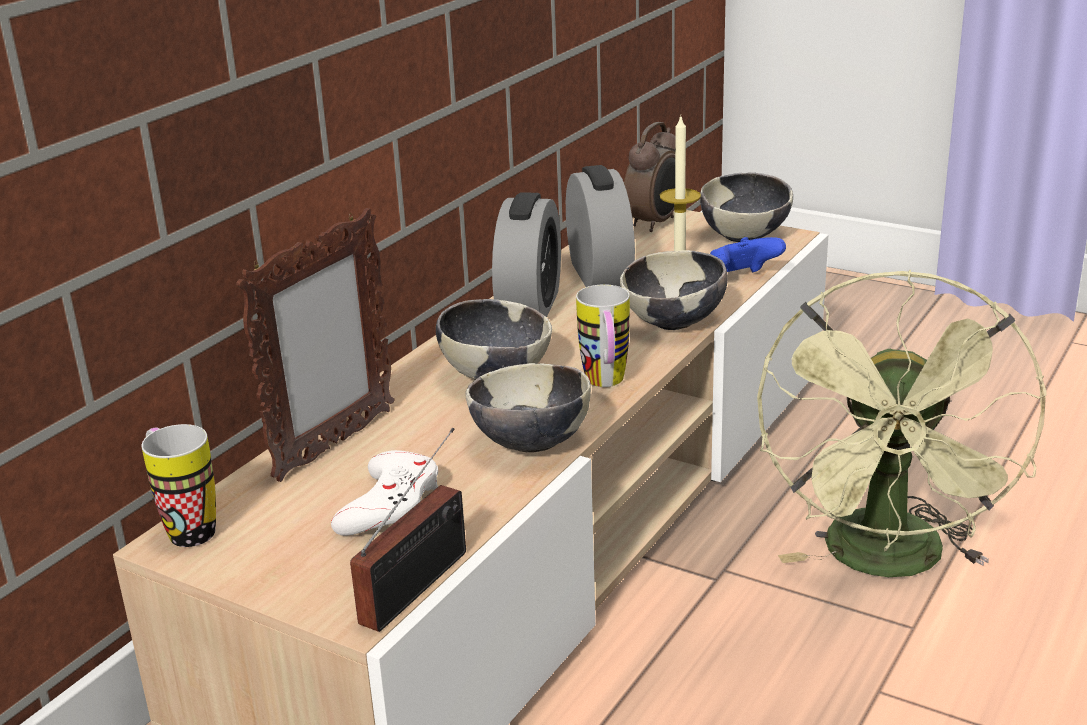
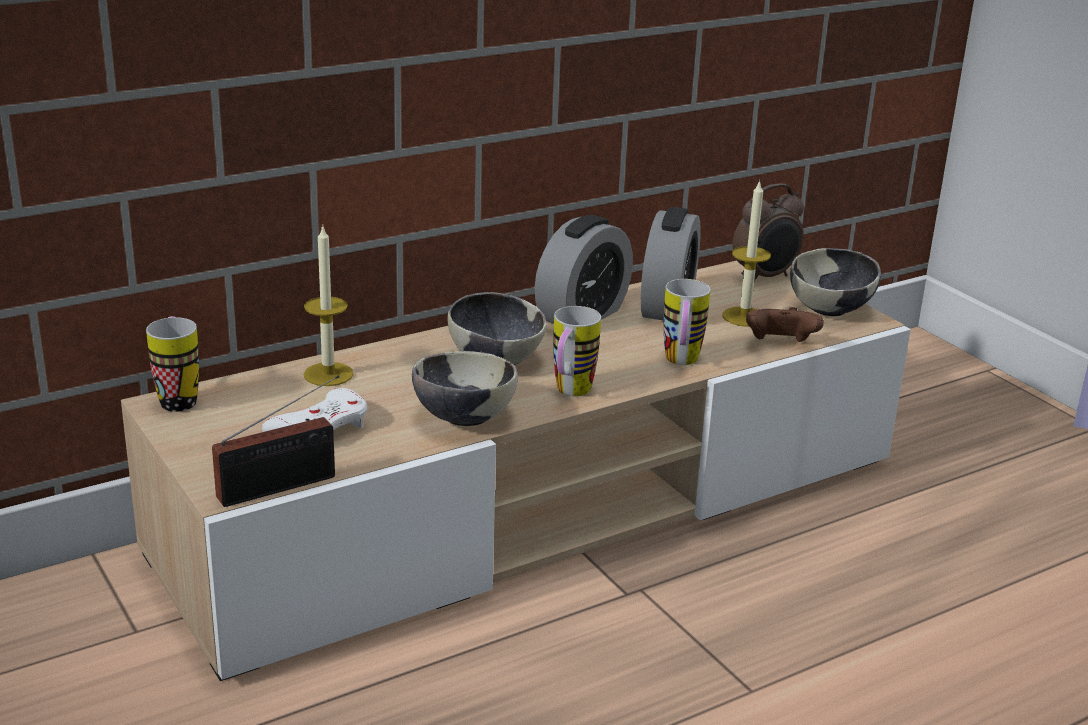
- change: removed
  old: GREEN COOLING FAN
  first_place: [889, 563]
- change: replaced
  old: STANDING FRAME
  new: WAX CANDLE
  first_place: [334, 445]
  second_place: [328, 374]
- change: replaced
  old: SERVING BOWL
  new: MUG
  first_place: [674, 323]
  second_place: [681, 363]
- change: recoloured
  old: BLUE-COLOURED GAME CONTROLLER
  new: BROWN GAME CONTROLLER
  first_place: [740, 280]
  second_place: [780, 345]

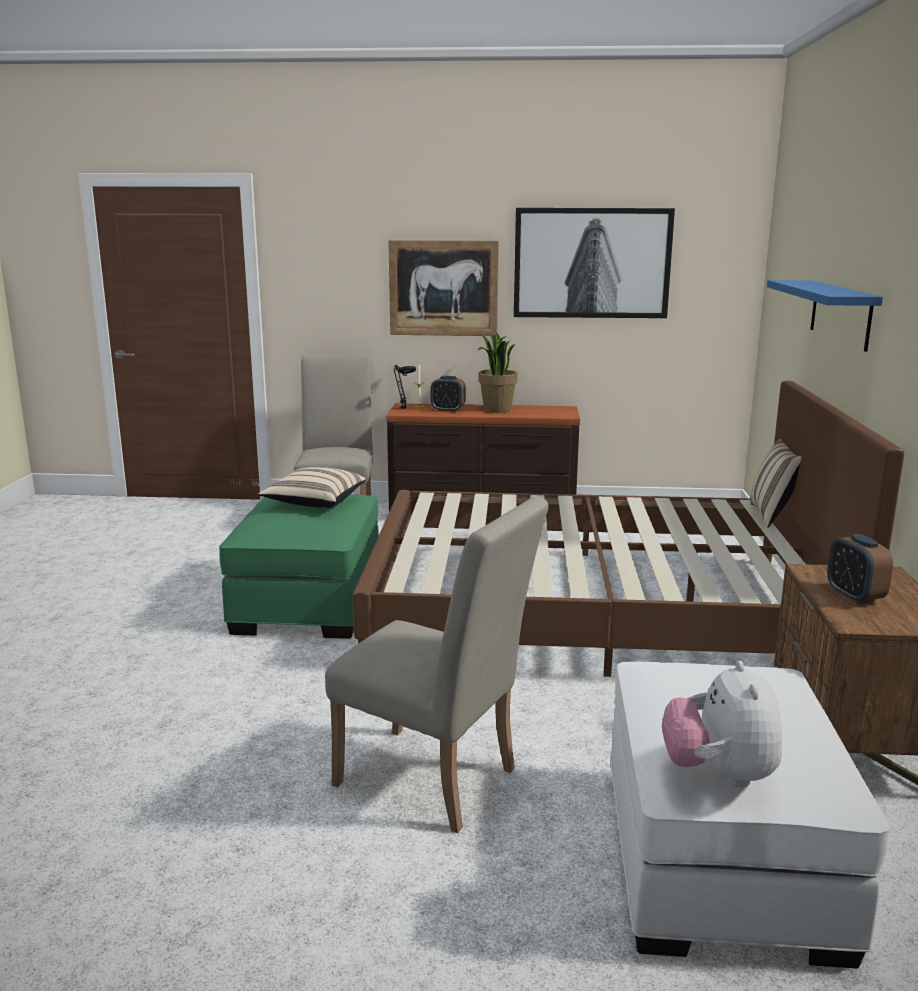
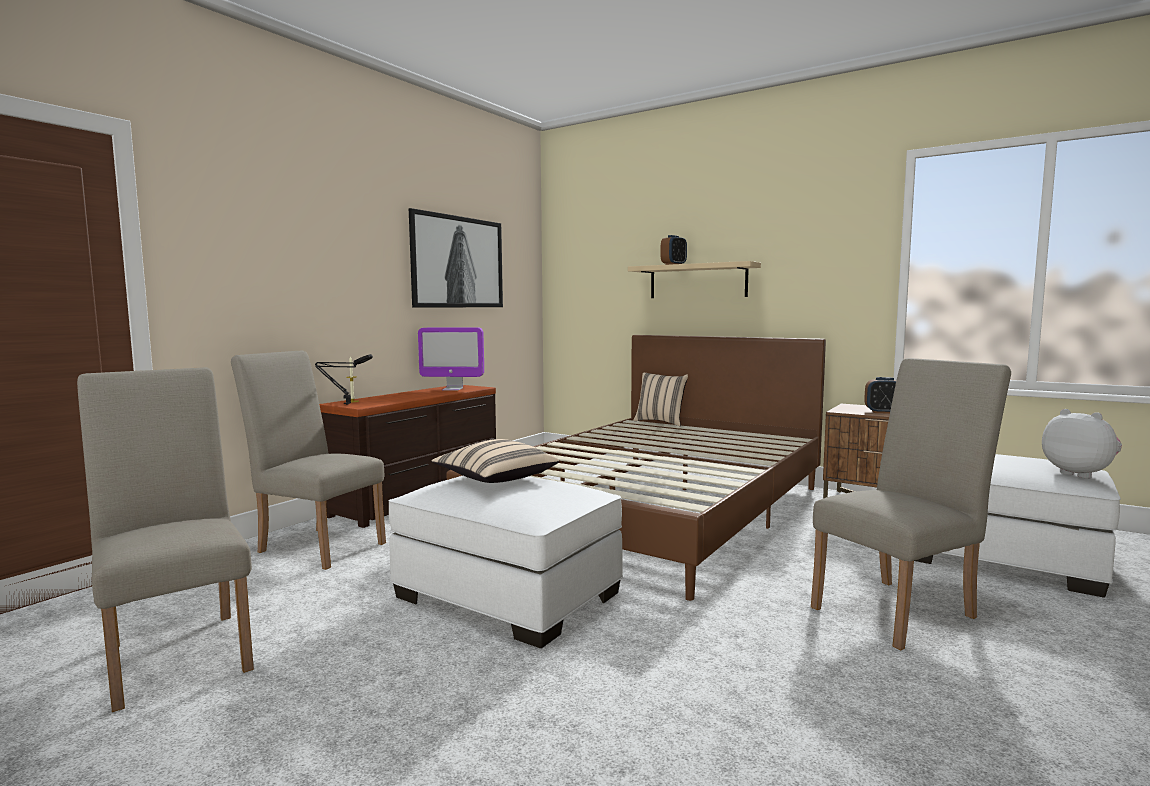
- change: removed
  old: PICTURE
  first_place: [443, 288]
- change: removed
  old: POTTED PLANT
  first_place: [496, 410]
- change: added
  new: BEIGE-COLOURED UPRIGHT CHAIR
  second_place: [179, 651]
- change: added
  new: MONITOR
  second_place: [452, 389]
- change: moved
  old: BEDSIDE CLOCK
  first_place: [448, 410]
  second_place: [673, 265]
- change: recoloured
  old: GREEN FOOTREST
  new: WHITE FOOTREST
  first_place: [308, 602]
  second_place: [509, 595]
- change: recoloured
  old: BLUE-COLOURED SHELF
  new: BEIGE-COLOURED SHELF
  first_place: [840, 313]
  second_place: [697, 281]
- change: turned
  old: SOFT TOY
  first_place: [719, 774]
  second_place: [1080, 474]
  degrees: -150

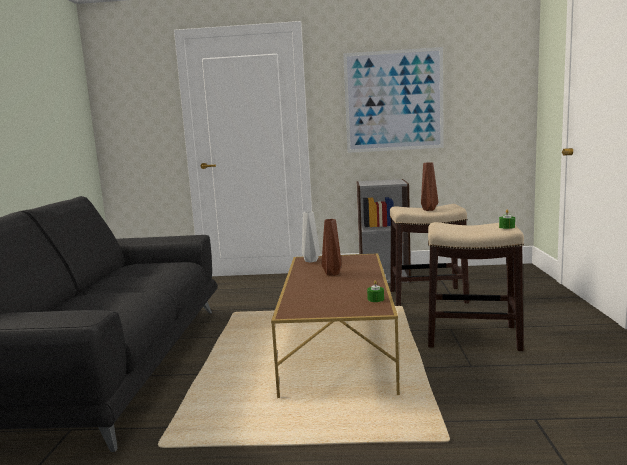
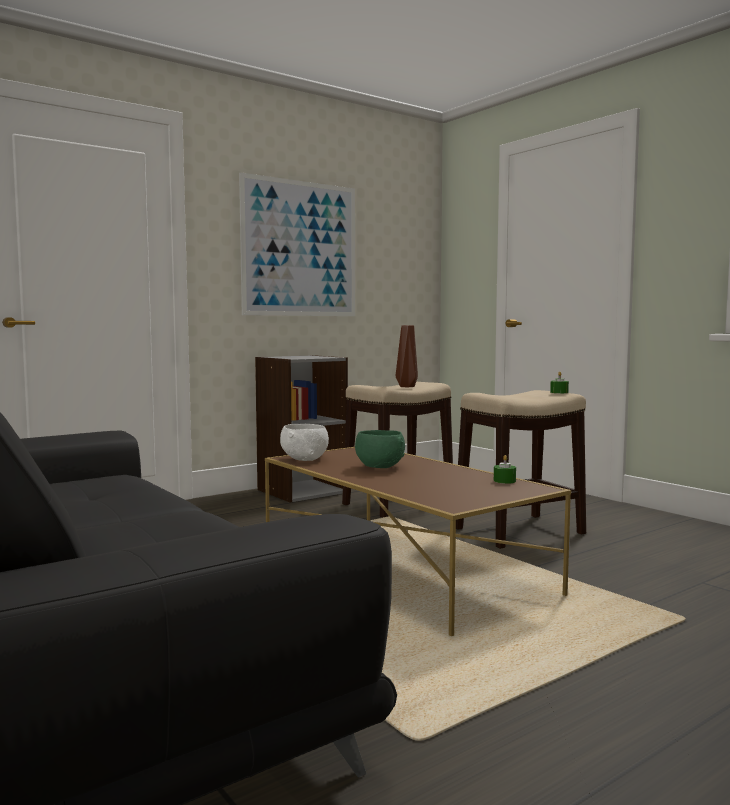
- change: replaced
  old: GREY DECORATIVE VASE
  new: WHITE SERVING BOWL
  first_place: [310, 261]
  second_place: [305, 459]
- change: replaced
  old: BROWN DECORATIVE VASE
  new: GREEN SERVING BOWL
  first_place: [333, 274]
  second_place: [379, 467]

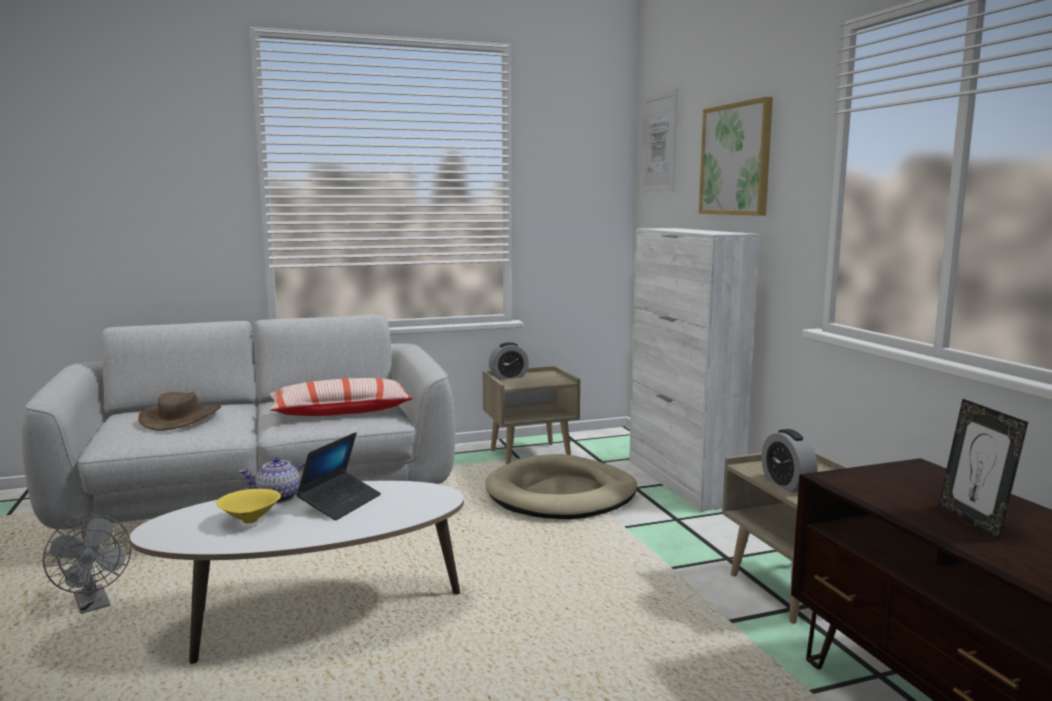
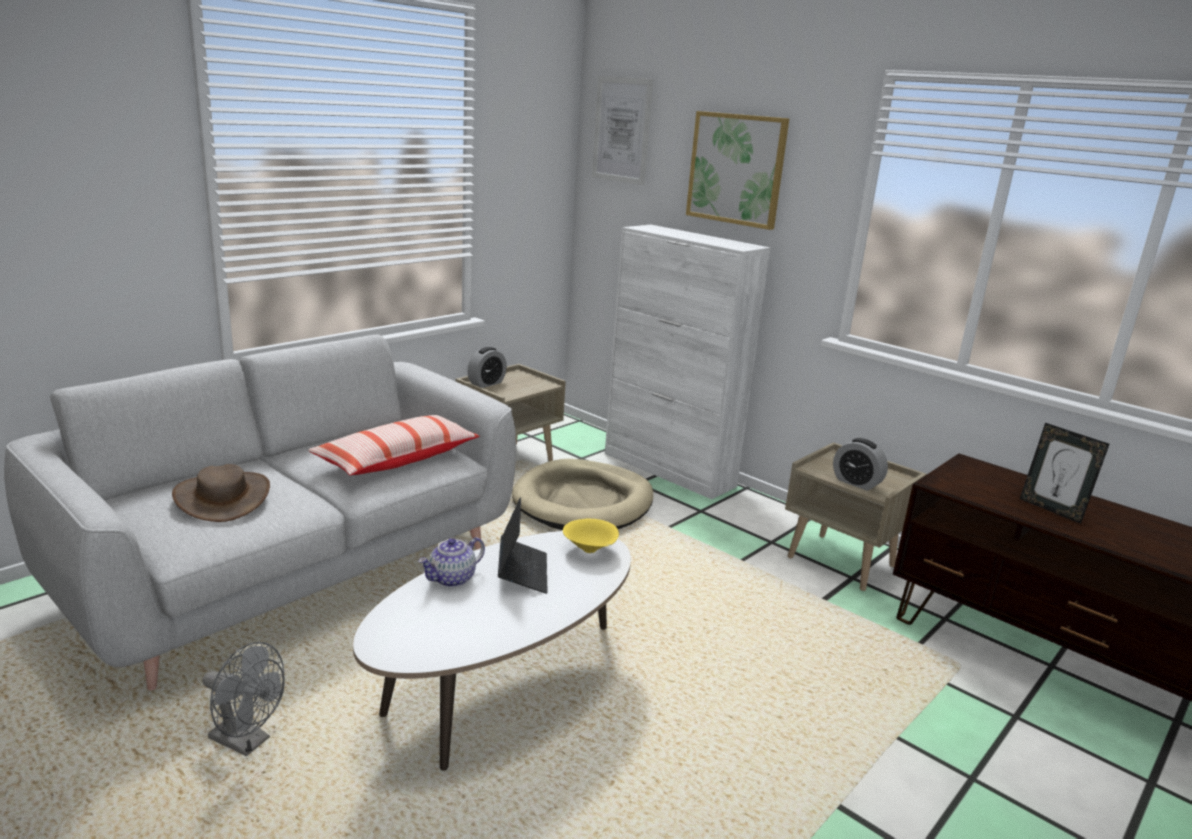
- change: moved
  old: YELLOWISH SERVING BOWL
  first_place: [249, 521]
  second_place: [590, 550]

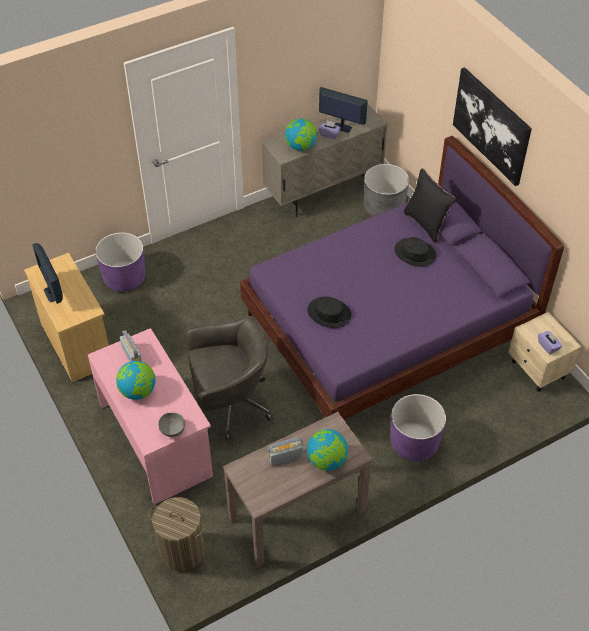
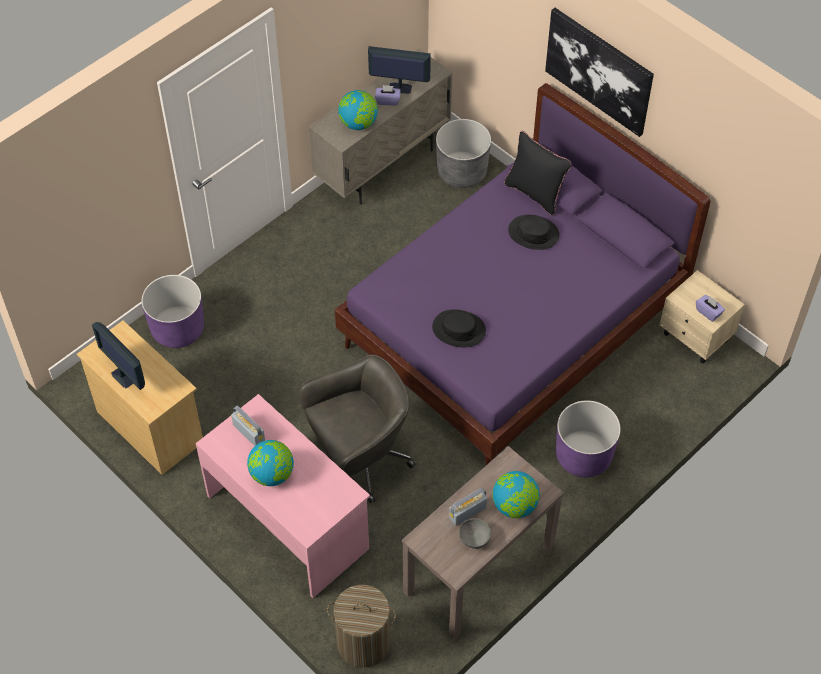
- change: moved
  old: GREY SERVING BOWL
  first_place: [172, 429]
  second_place: [474, 538]

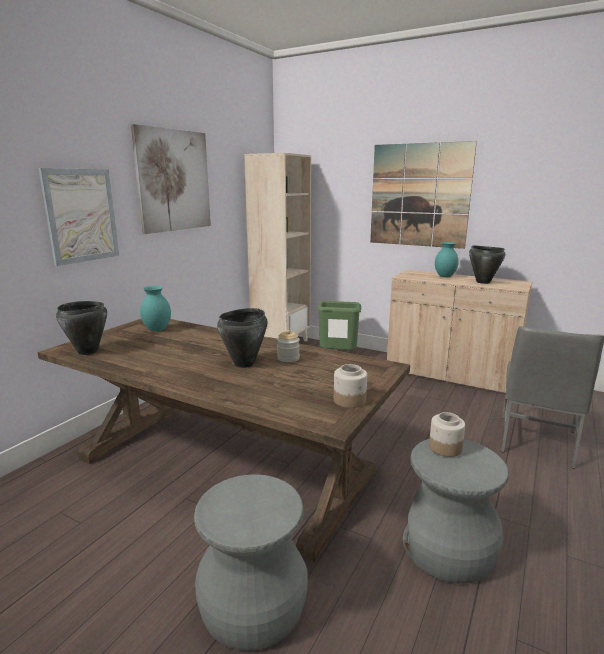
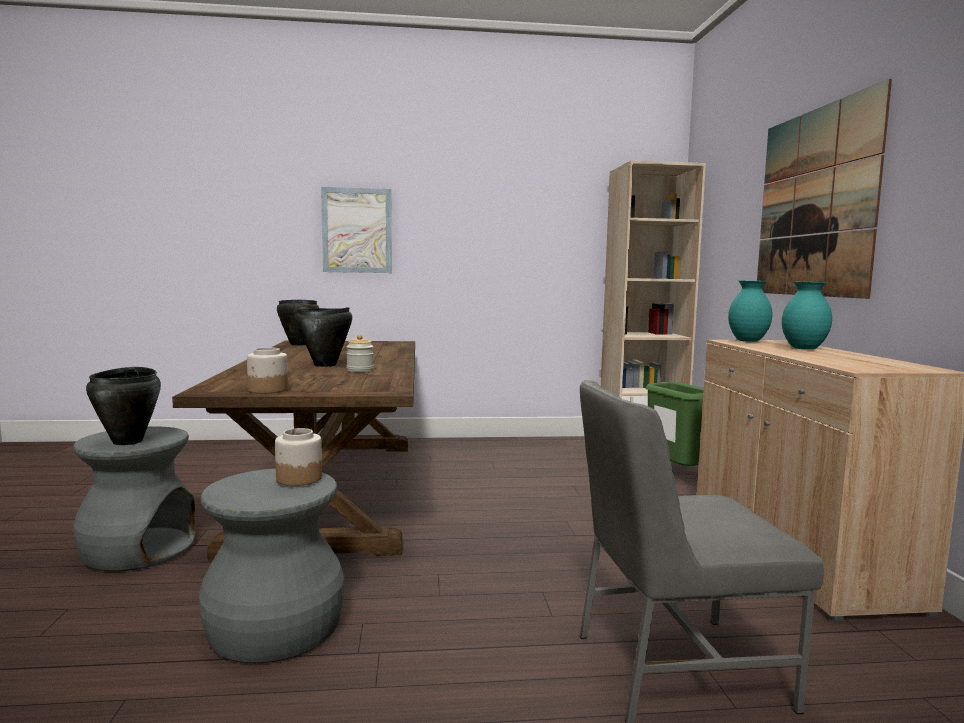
- change: removed
  old: PICTURE
  first_place: [174, 180]
- change: moved
  old: TURQUOISE-COLOURED DECORATIVE VASE
  first_place: [157, 329]
  second_place: [748, 341]
- change: moved
  old: BLACKISH STOCKPOT
  first_place: [483, 282]
  second_place: [128, 441]

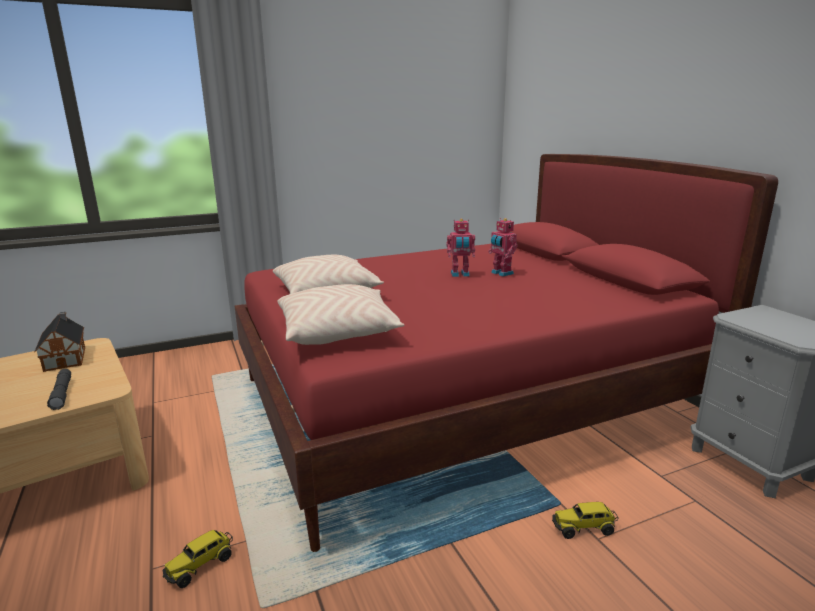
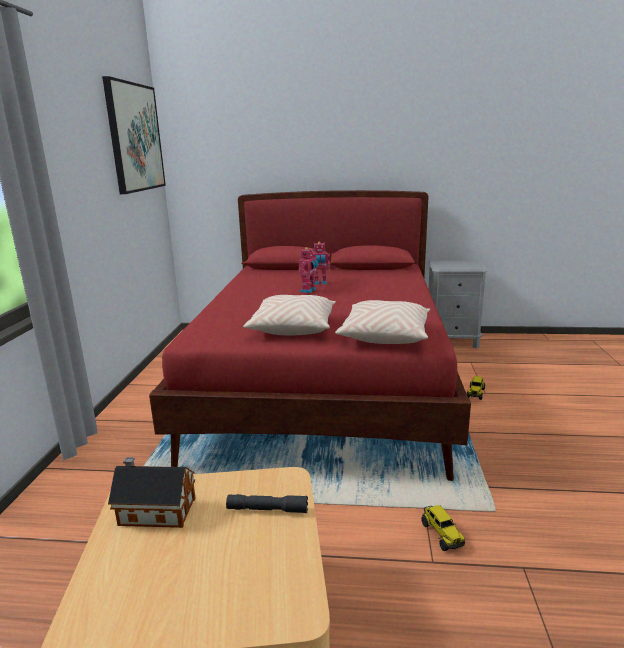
- change: added
  new: PICTURE
  second_place: [135, 138]

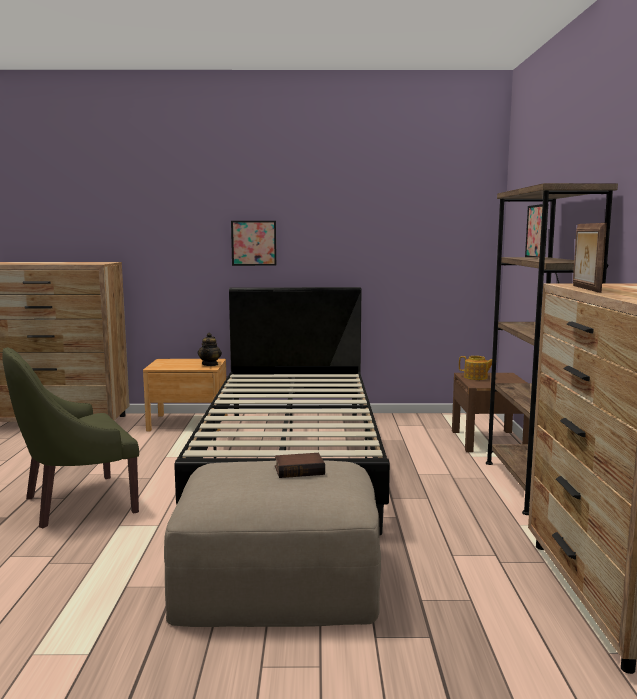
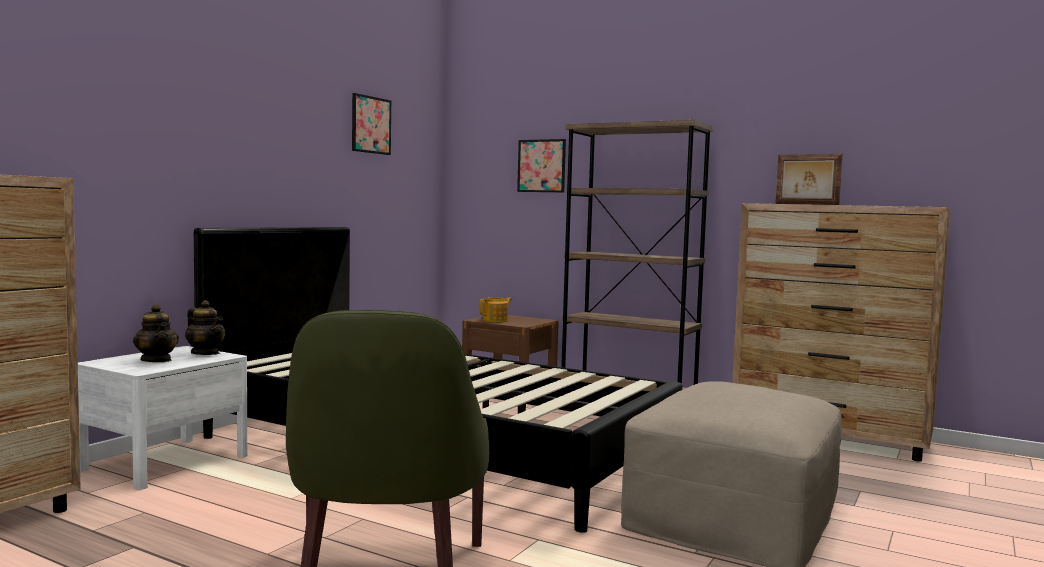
- change: removed
  old: VOLUME
  first_place: [300, 470]
- change: added
  new: TEAPOT
  second_place: [156, 360]
- change: moved
  old: PICTURE
  first_place: [253, 243]
  second_place: [371, 125]
- change: recoloured
  old: BROWN BEDSIDE TABLE
  new: WHITE BEDSIDE TABLE
  first_place: [188, 422]
  second_place: [165, 462]

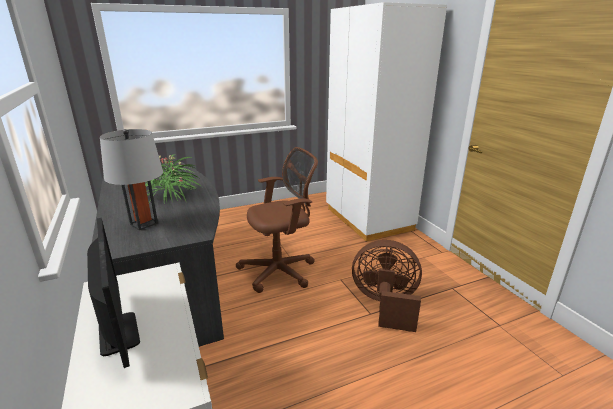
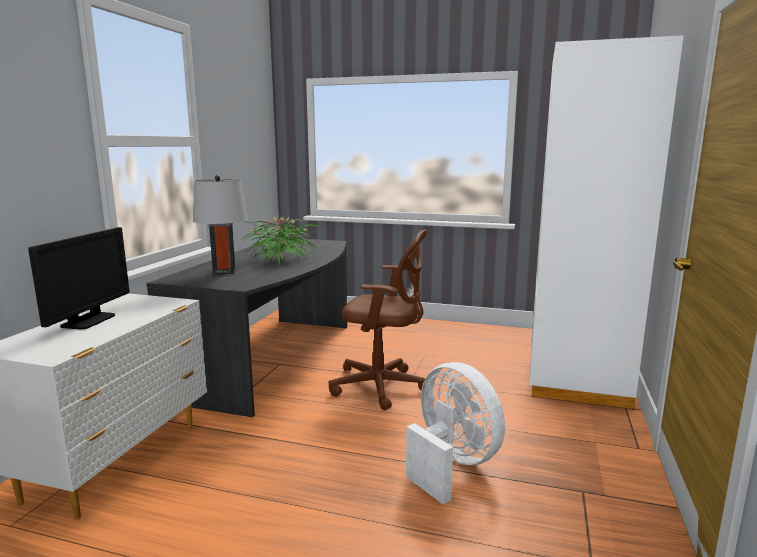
- change: recoloured
  old: BROWN COOLING FAN
  new: WHITE COOLING FAN
  first_place: [385, 305]
  second_place: [451, 464]

